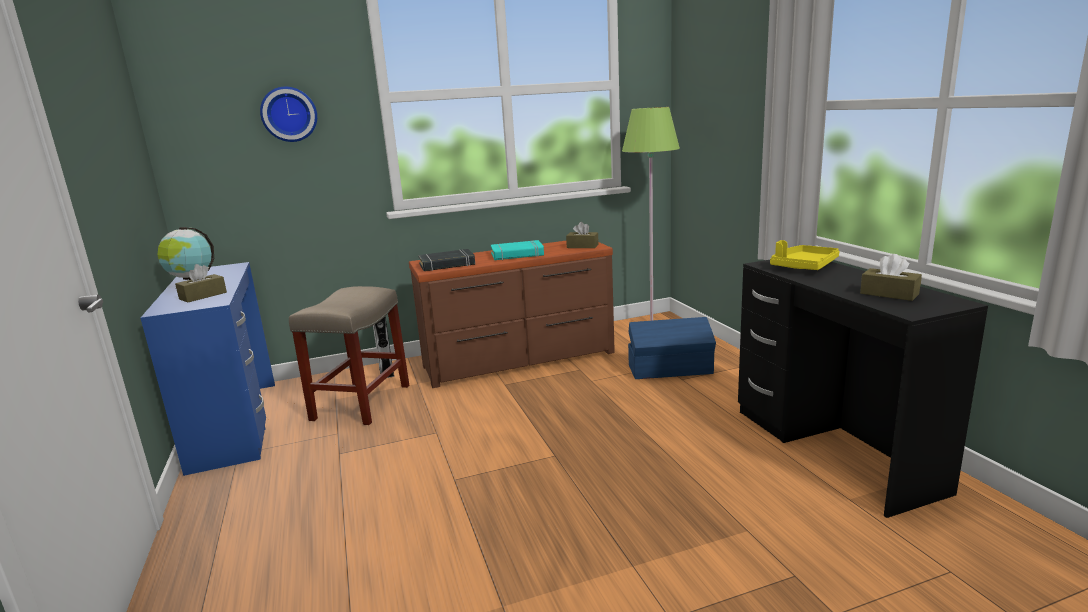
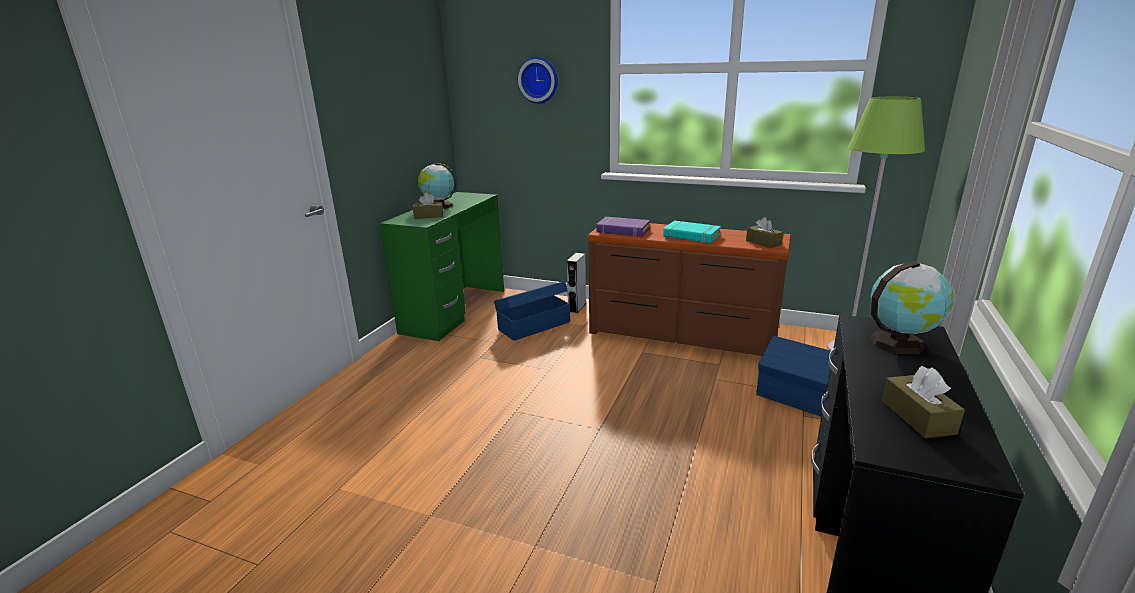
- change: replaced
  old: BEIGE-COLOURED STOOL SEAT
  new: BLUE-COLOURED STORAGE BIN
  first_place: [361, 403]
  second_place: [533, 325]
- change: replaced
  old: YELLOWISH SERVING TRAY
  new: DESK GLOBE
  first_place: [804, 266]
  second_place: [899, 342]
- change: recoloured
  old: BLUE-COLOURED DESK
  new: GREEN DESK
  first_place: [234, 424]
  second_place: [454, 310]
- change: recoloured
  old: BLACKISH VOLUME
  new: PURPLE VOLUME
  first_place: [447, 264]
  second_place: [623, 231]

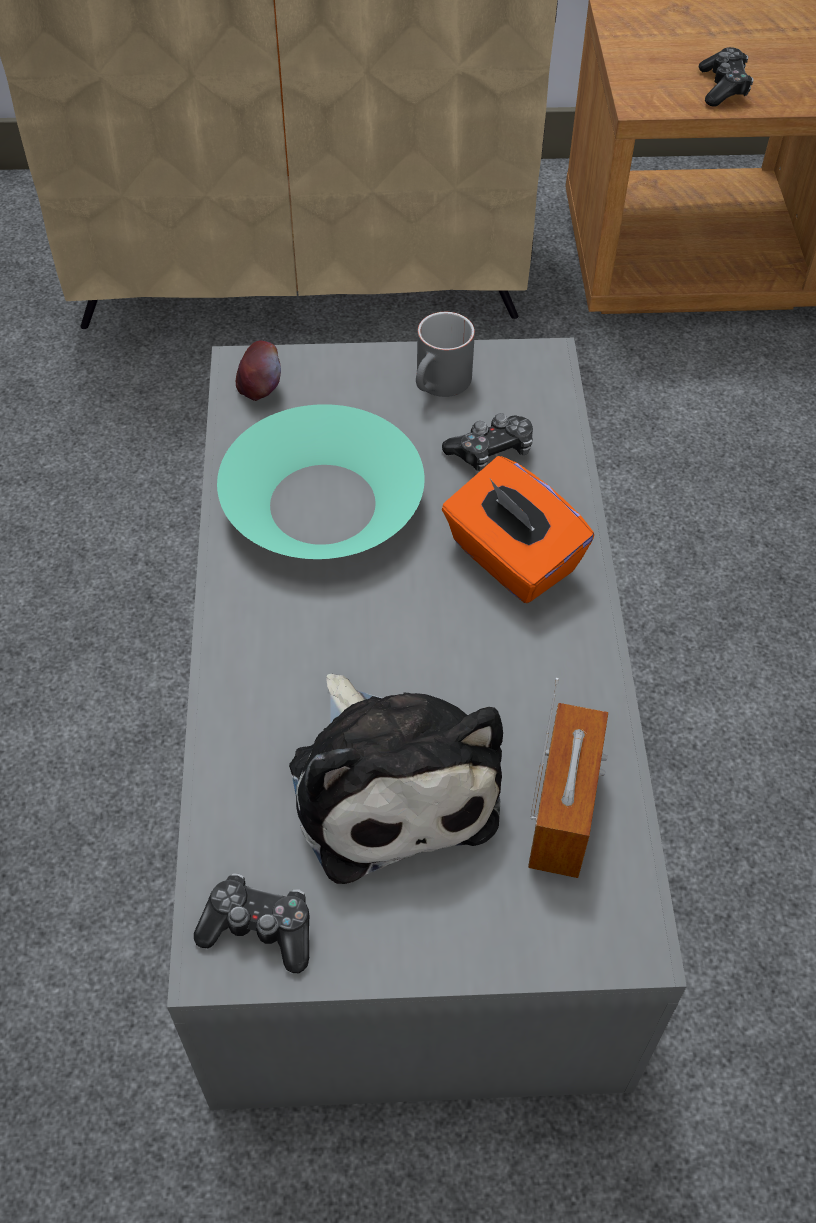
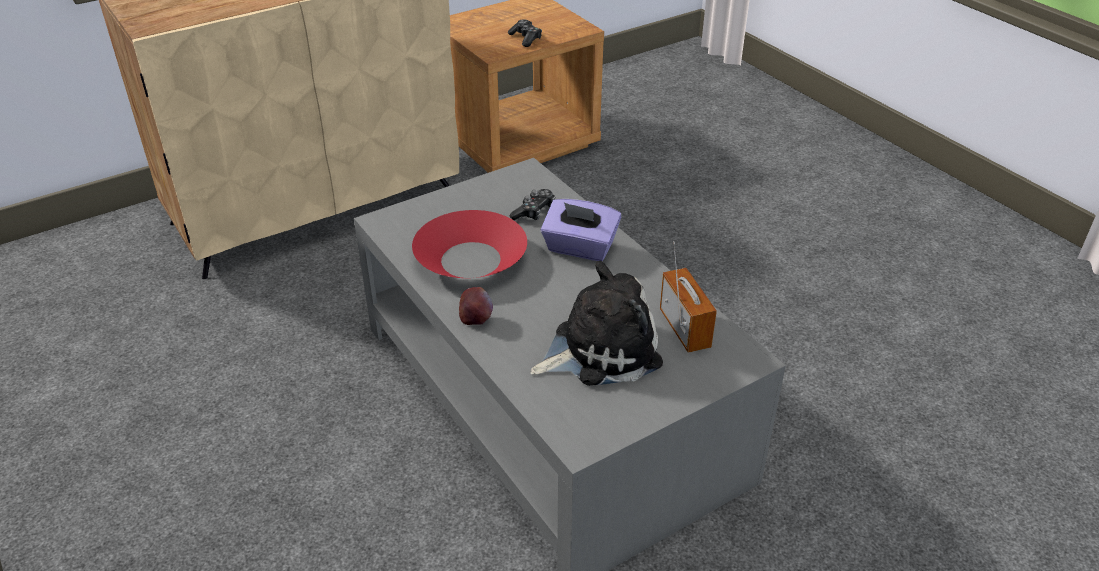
- change: removed
  old: GAME CONTROLLER
  first_place: [259, 928]
- change: removed
  old: GREY MUG
  first_place: [440, 385]
- change: moved
  old: APPLE
  first_place: [259, 389]
  second_place: [476, 318]
- change: recoloured
  old: TURQUOISE-COLOURED SERVING BOWL
  new: RED SERVING BOWL
  first_place: [323, 502]
  second_place: [470, 259]
- change: recoloured
  old: ORANGE-COLOURED TISSUE HOLDER
  new: PURPLE TISSUE HOLDER
  first_place: [511, 559]
  second_place: [580, 248]
- change: turned
  old: SOFT TOY
  first_place: [390, 783]
  second_place: [600, 349]
  degrees: -60

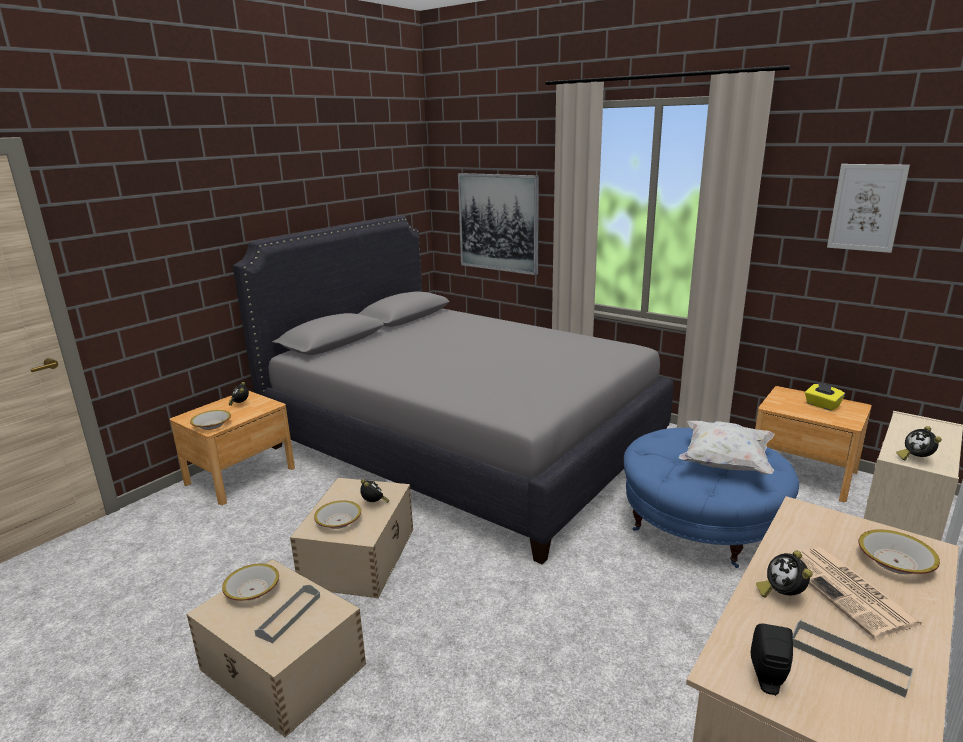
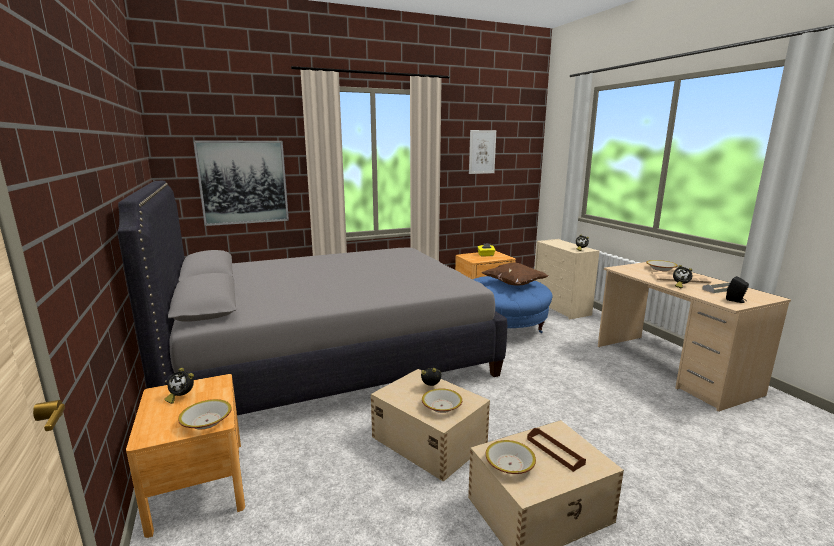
- change: recoloured
  old: GREY SERVING TRAY
  new: BROWN SERVING TRAY
  first_place: [289, 615]
  second_place: [555, 451]
- change: recoloured
  old: WHITE PILLOW
  new: BROWN PILLOW
  first_place: [725, 463]
  second_place: [514, 284]

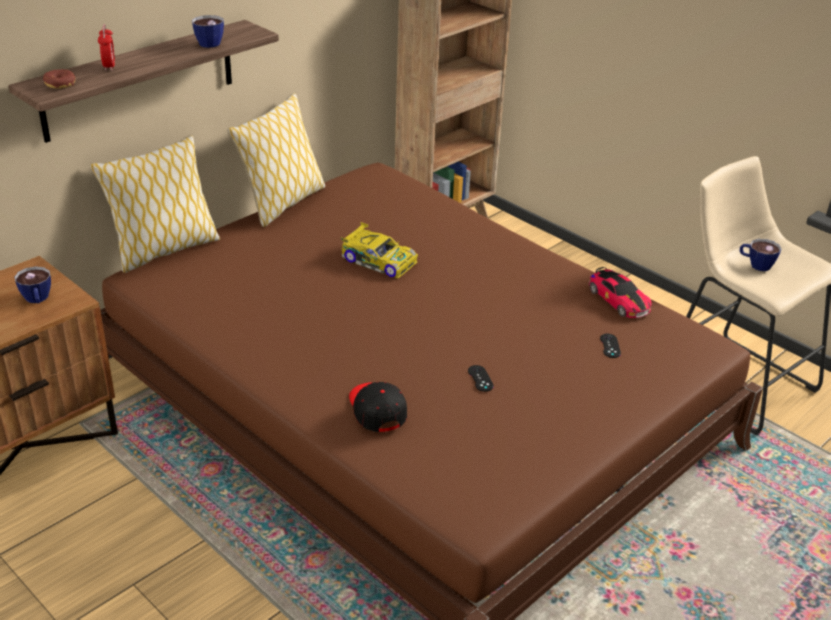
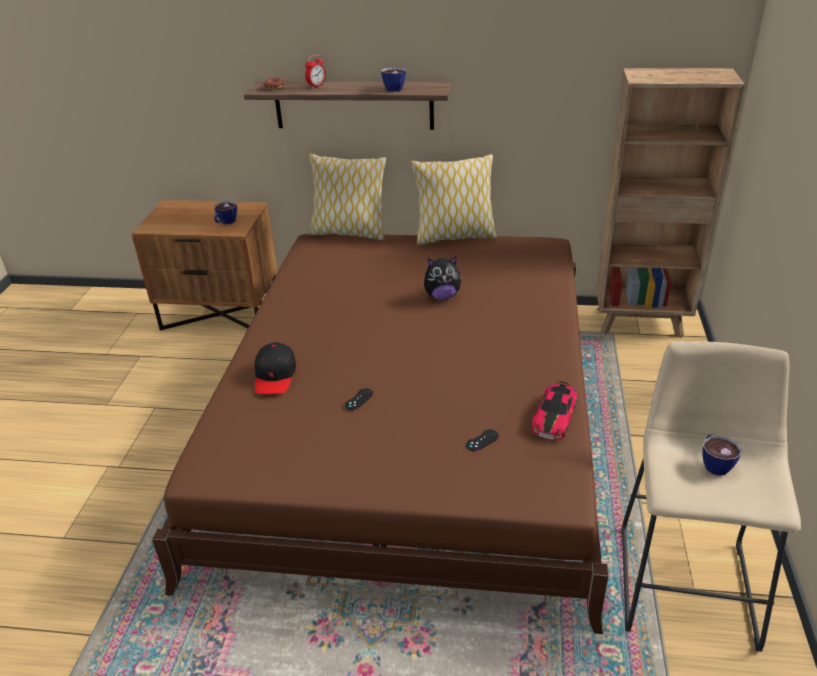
- change: replaced
  old: TOY CAR
  new: SOFT TOY
  first_place: [378, 260]
  second_place: [442, 296]
- change: turned
  old: BLACKISH BASEBALL CAP
  first_place: [376, 410]
  second_place: [275, 376]
  degrees: 150

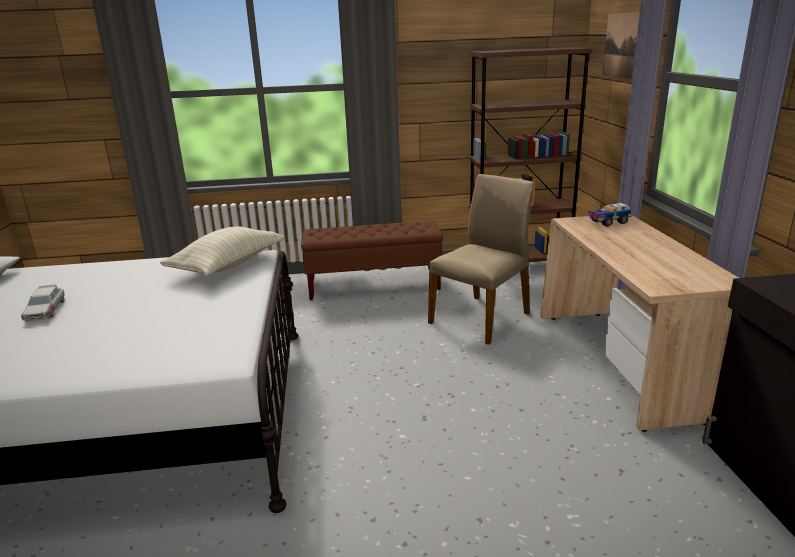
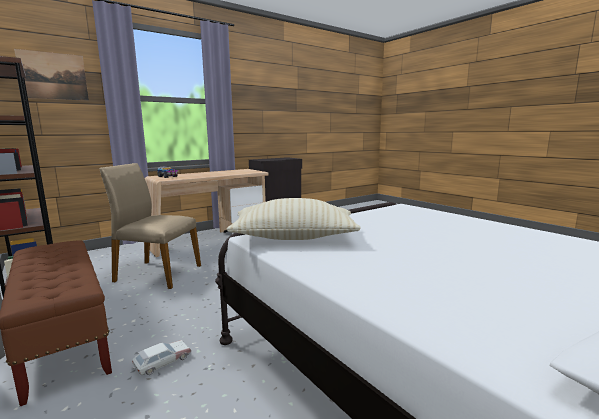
- change: moved
  old: TOY CAR
  first_place: [45, 310]
  second_place: [162, 362]

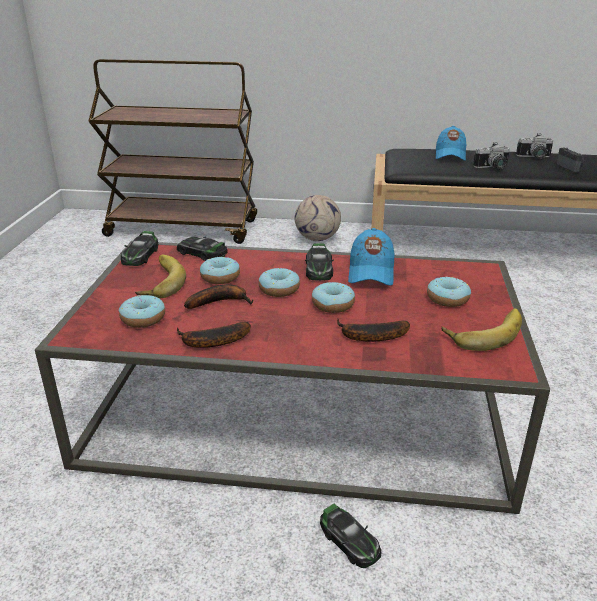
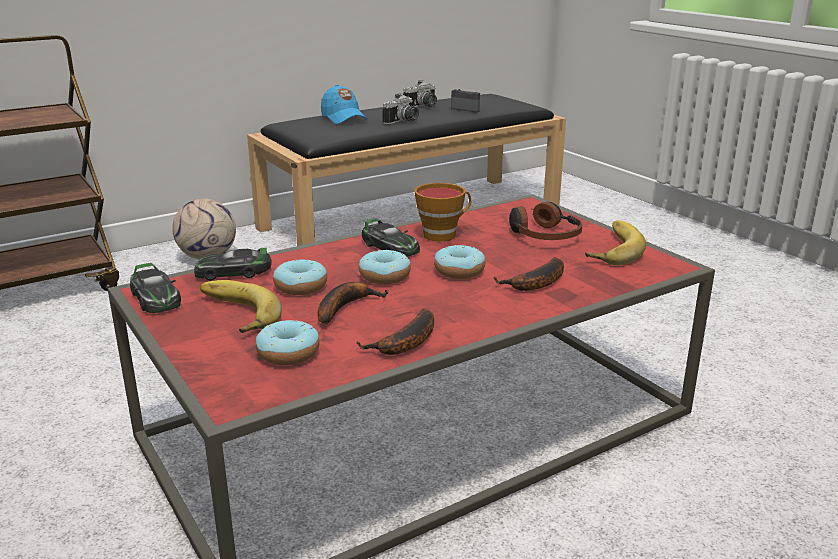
- change: removed
  old: TOY CAR
  first_place: [349, 540]
- change: replaced
  old: BLUE-COLOURED BASEBALL CAP
  new: SMALL CUP
  first_place: [371, 272]
  second_place: [443, 234]
- change: replaced
  old: RING DOUGHNUT
  new: PAIR OF HEADPHONES
  first_place: [447, 299]
  second_place: [543, 235]

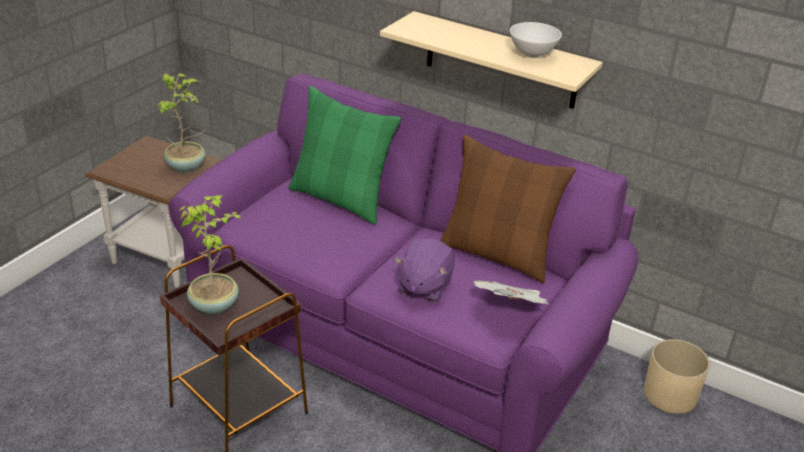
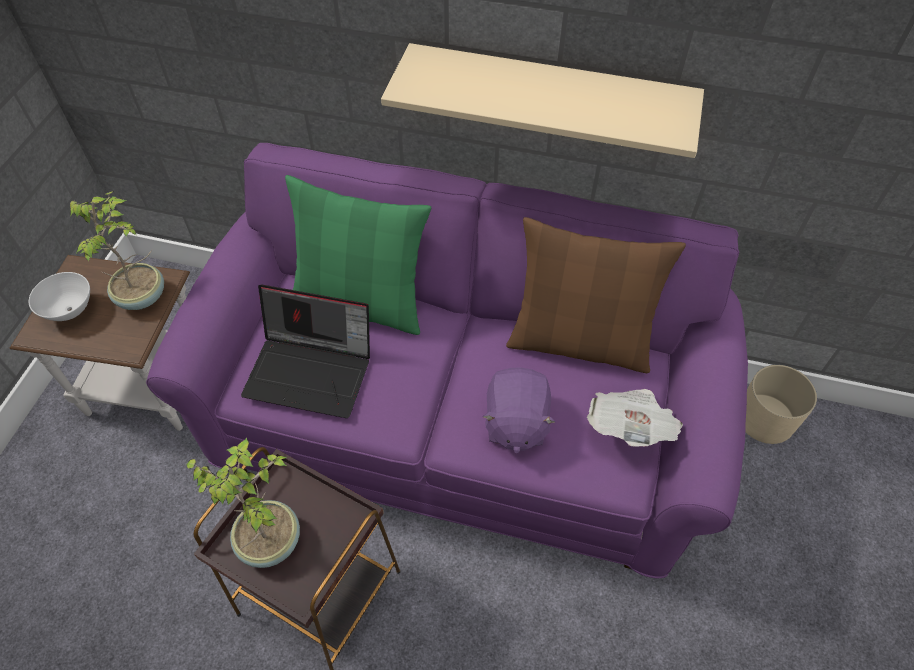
- change: added
  new: NOTEBOOK COMPUTER
  second_place: [312, 371]
- change: moved
  old: WHITE SERVING BOWL
  first_place: [532, 54]
  second_place: [70, 310]

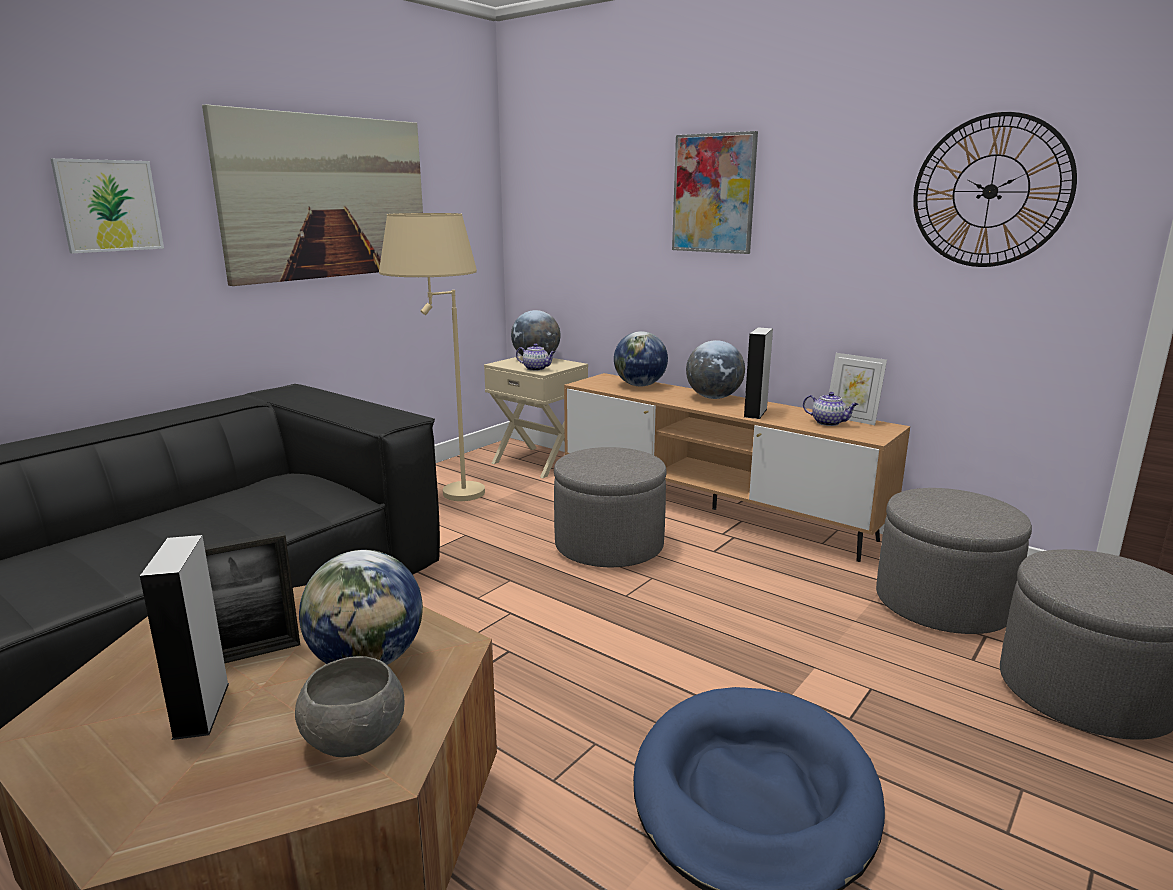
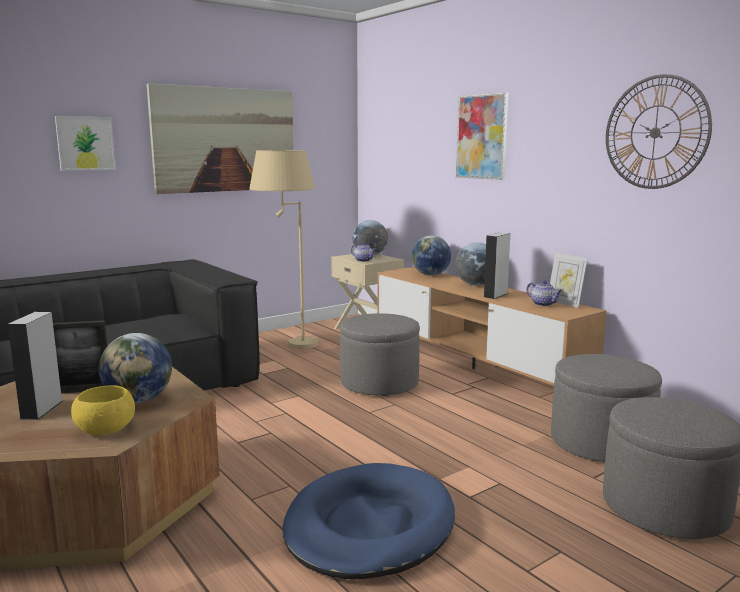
- change: recoloured
  old: GREY SERVING BOWL
  new: YELLOWISH SERVING BOWL
  first_place: [355, 737]
  second_place: [106, 429]

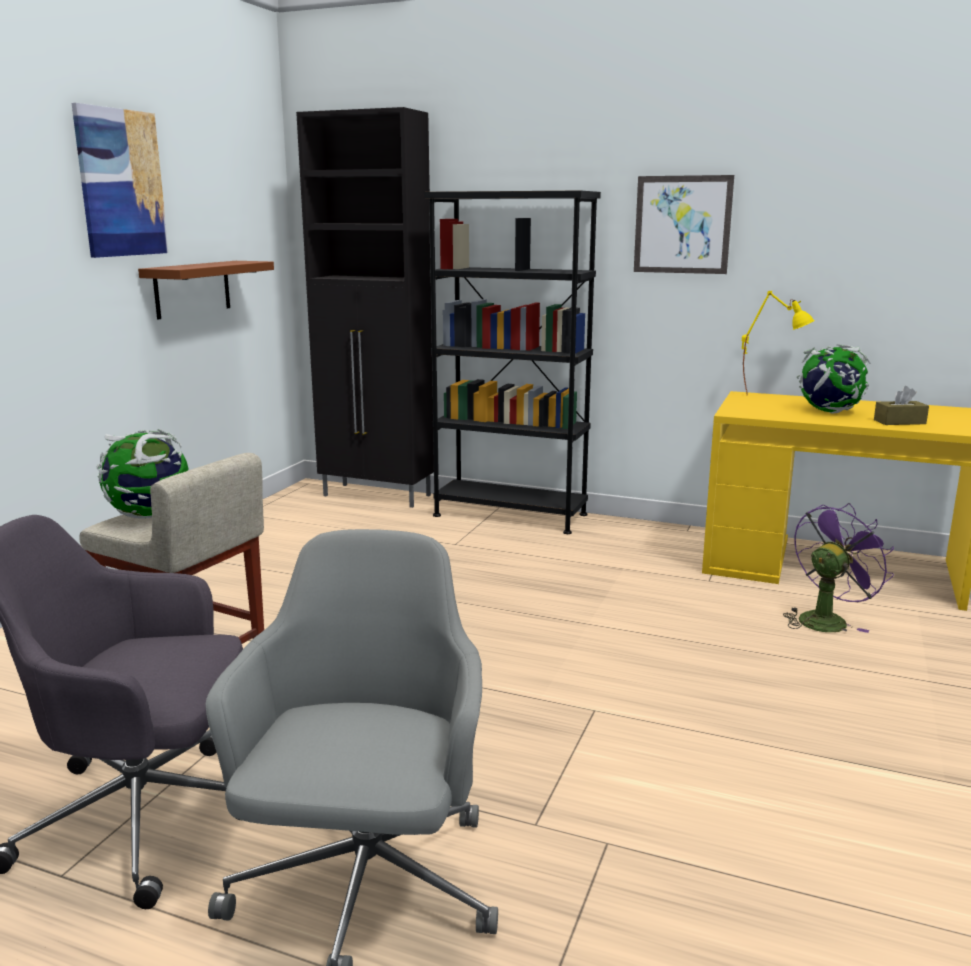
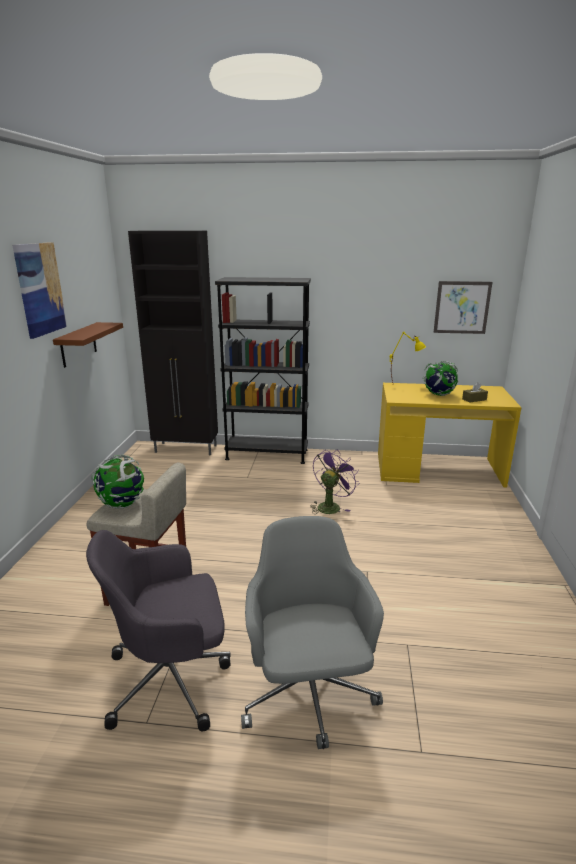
- change: moved
  old: PICTURE
  first_place: [682, 225]
  second_place: [462, 307]
- change: moved
  old: PURPLE COOLING FAN
  first_place: [826, 619]
  second_place: [330, 506]

